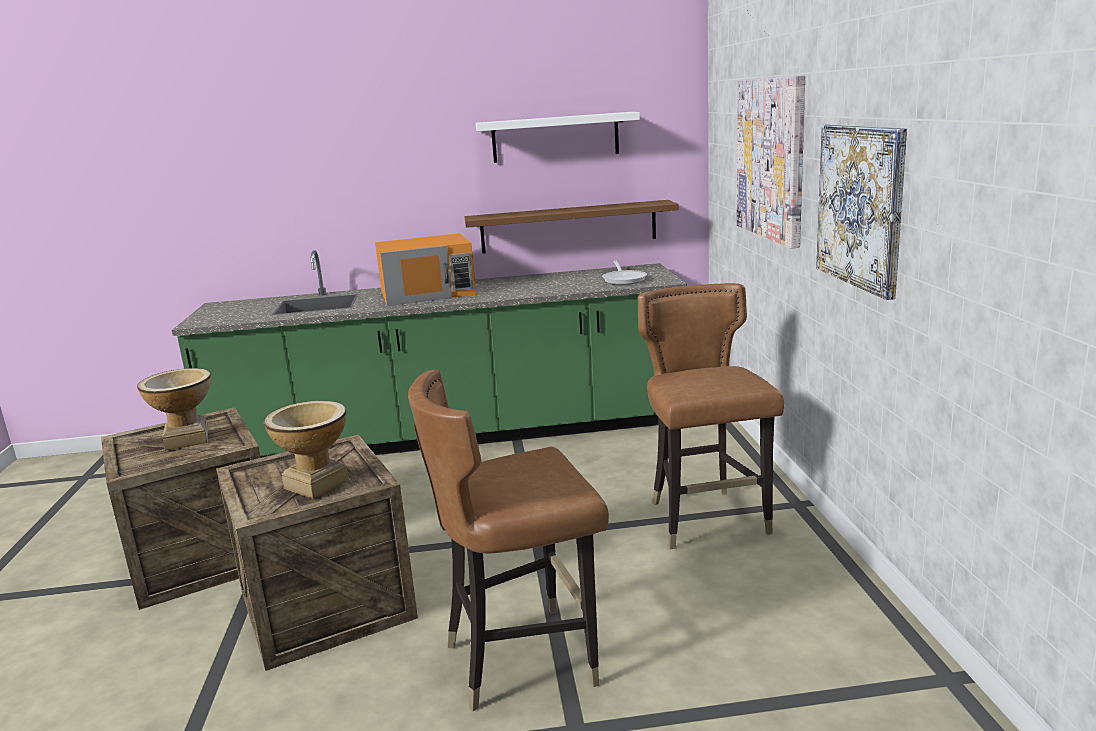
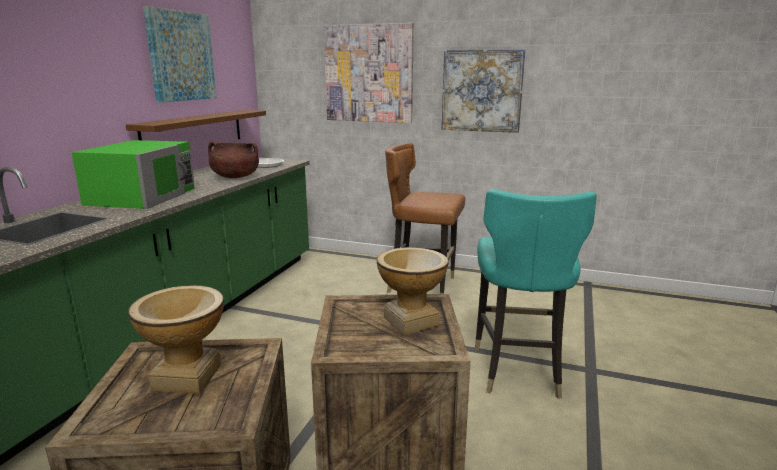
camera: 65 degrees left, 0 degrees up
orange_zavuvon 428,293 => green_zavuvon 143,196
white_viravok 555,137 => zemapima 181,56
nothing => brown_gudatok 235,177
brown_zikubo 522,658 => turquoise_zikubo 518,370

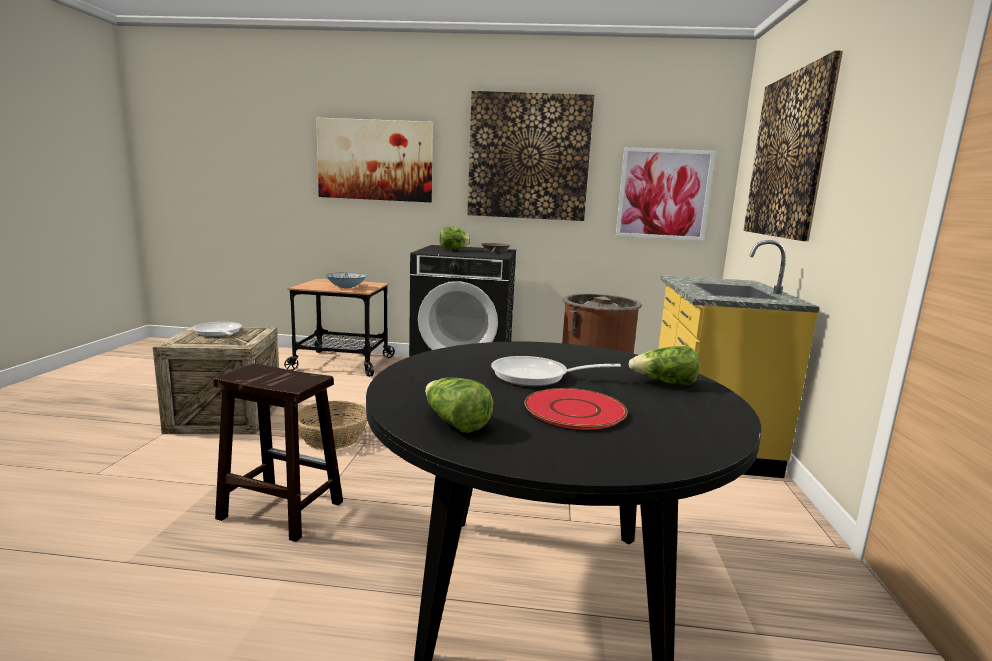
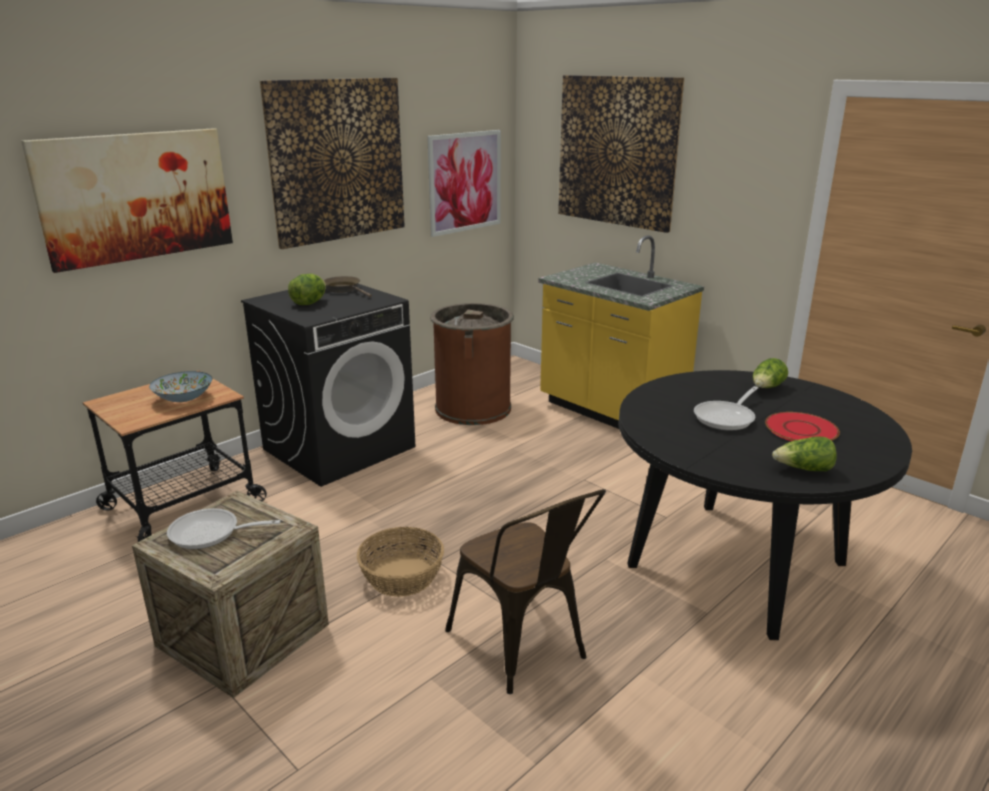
camera: 50 degrees left, 10 degrees up
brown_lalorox 279,510 => brown_zikubo 523,648

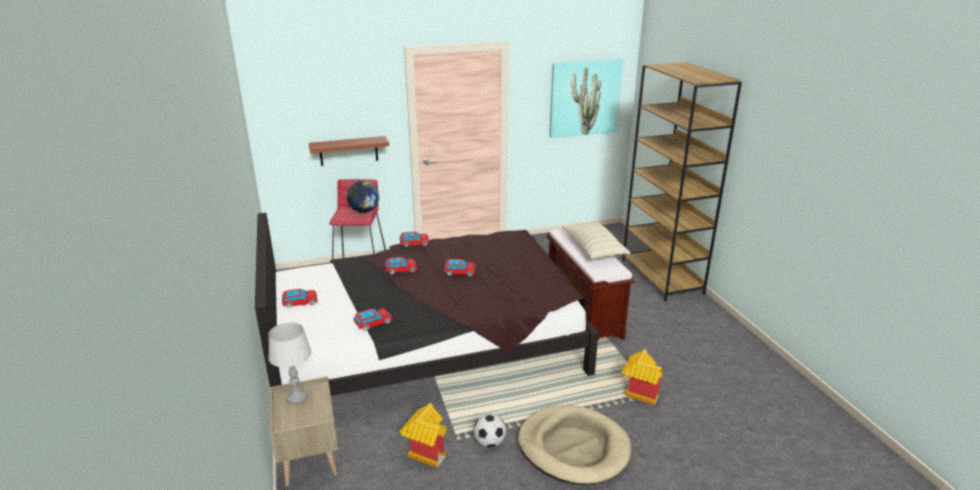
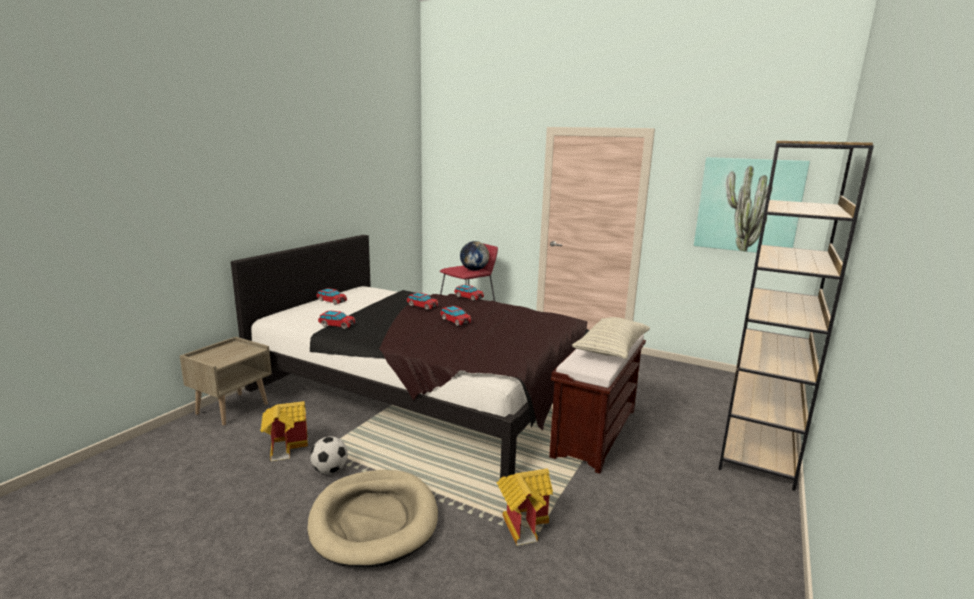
camera: 45 degrees right, 10 degrees down
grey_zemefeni 297,396 => nothing
viravok 348,151 => nothing

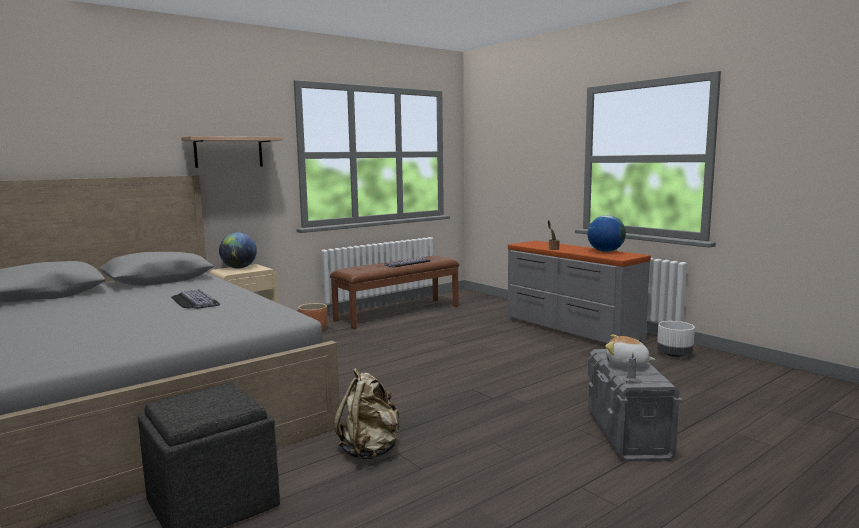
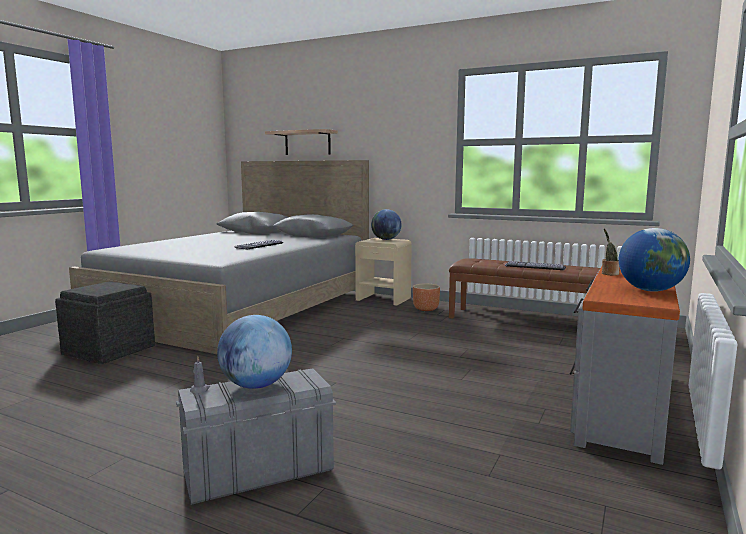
camera: 65 degrees right, 0 degrees up
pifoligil 626,365 => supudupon 256,385
viravok 228,152 => viravok 307,143, move
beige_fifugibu 370,451 => nothing
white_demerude 674,354 => nothing

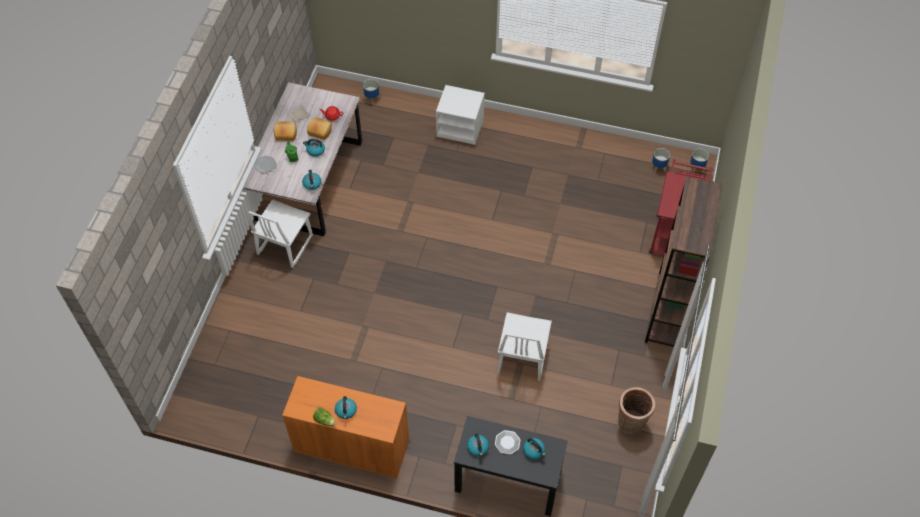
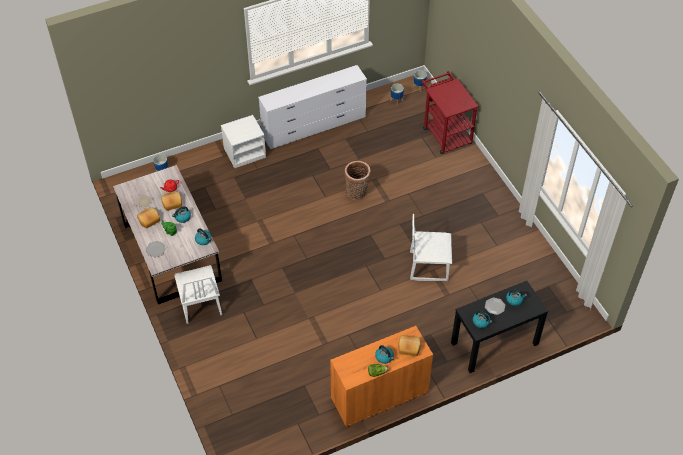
camera: 40 degrees left, 5 degrees down
nothing => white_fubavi 314,126
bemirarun 631,423 => bemirarun 357,193, move
nothing => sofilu 409,347
white_zikubo 522,357 => white_zikubo 428,266, 120 degrees clockwise
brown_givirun 667,313 => nothing

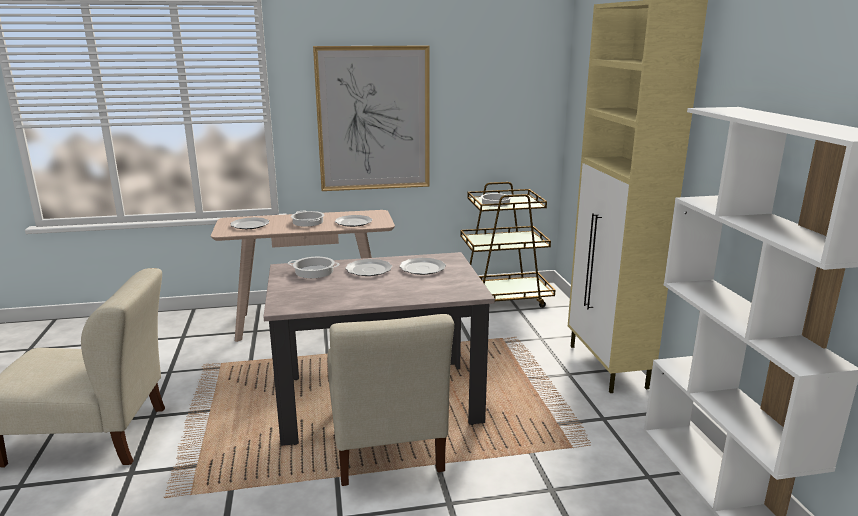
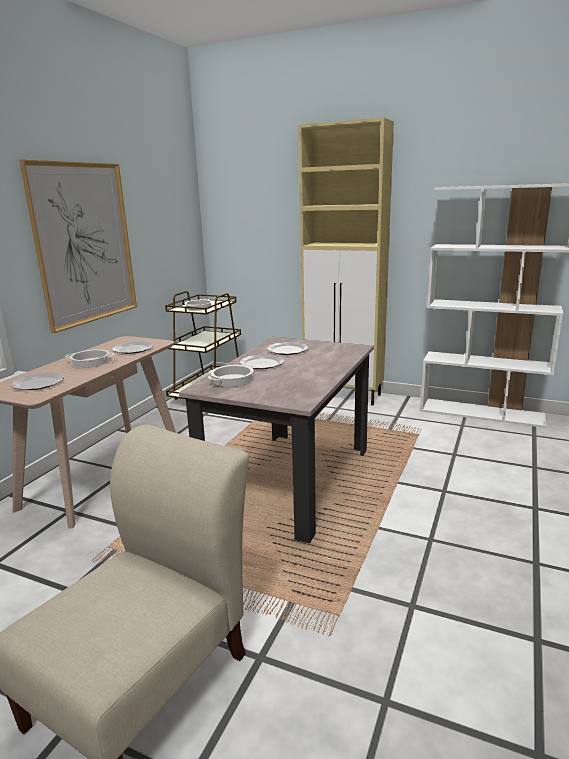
camera: 55 degrees left, 0 degrees up
beige_zikubo 385,444 => nothing

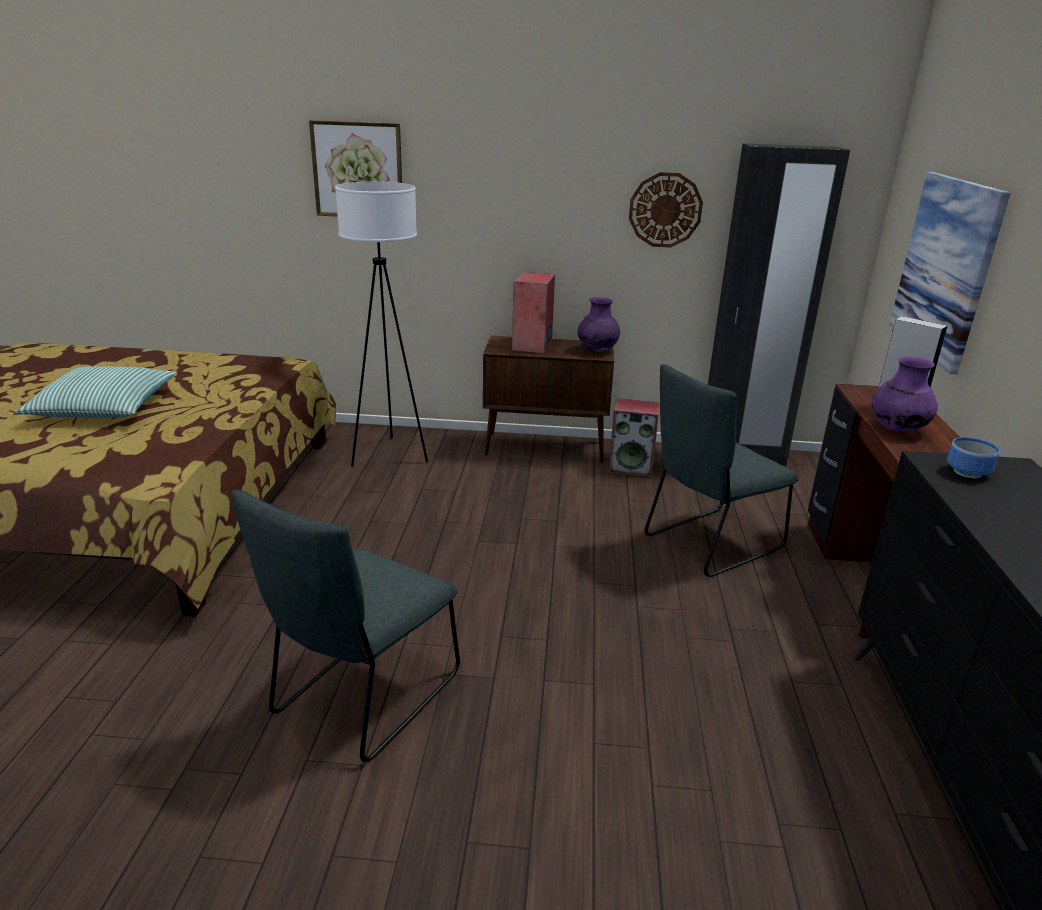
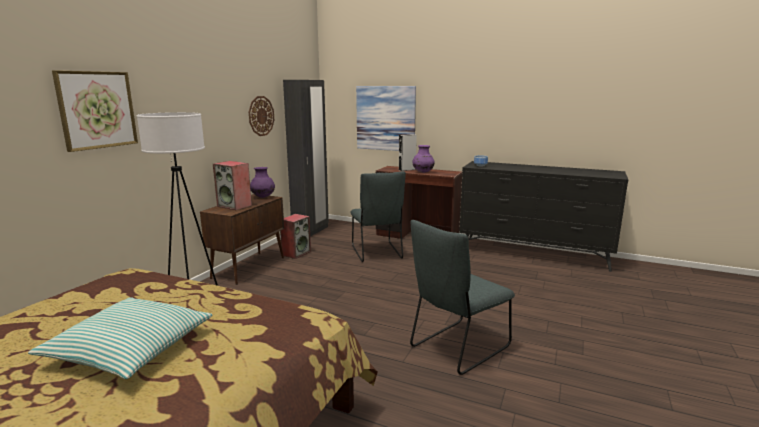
camera: 70 degrees left, 10 degrees down
grey_zikubo 362,698 => grey_zikubo 456,348, 90 degrees clockwise

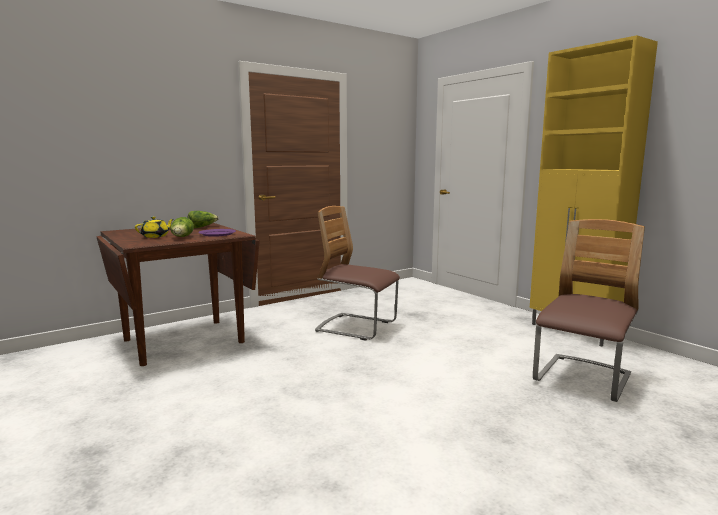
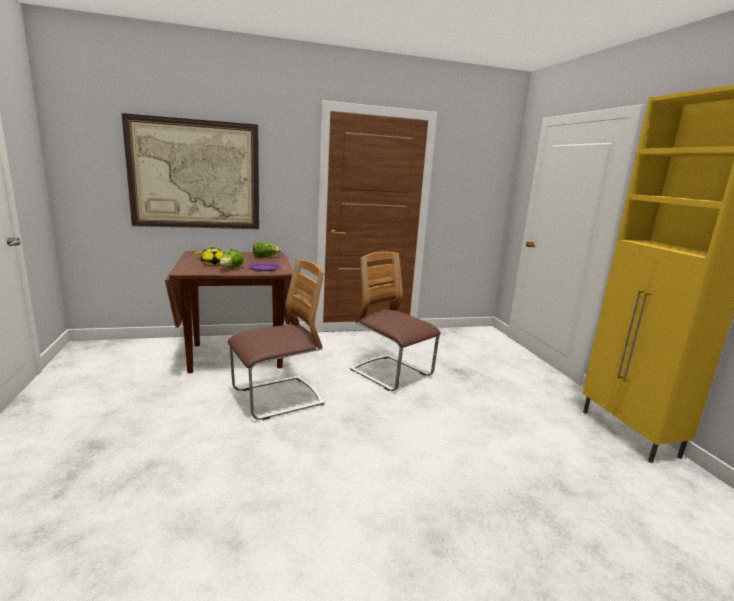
camera: 20 degrees right, 5 degrees up
nothing => zemapima 195,175
zikubo 582,379 => zikubo 277,398, move

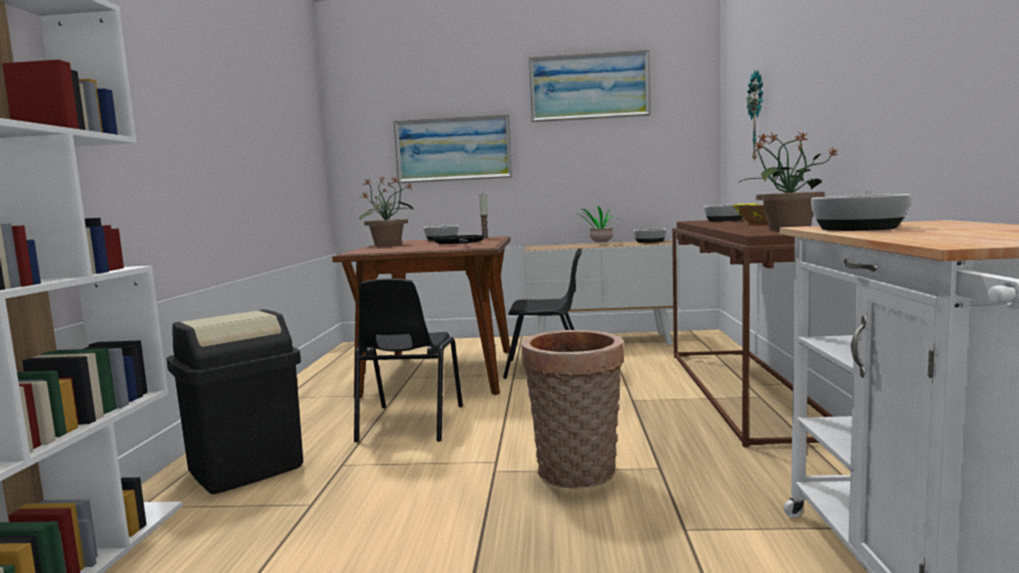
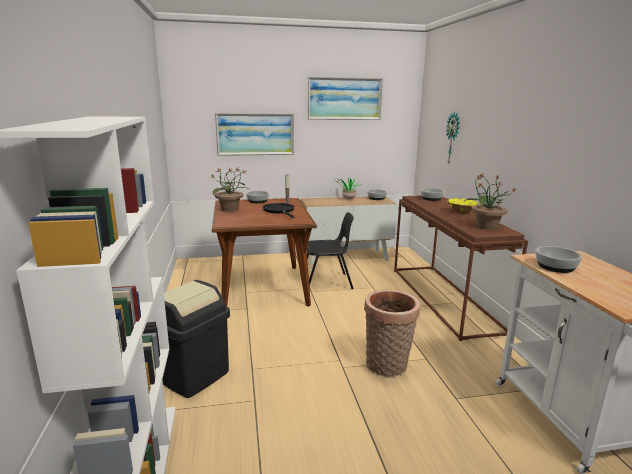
camera: 15 degrees left, 10 degrees up
black_zikubo 409,424 => nothing

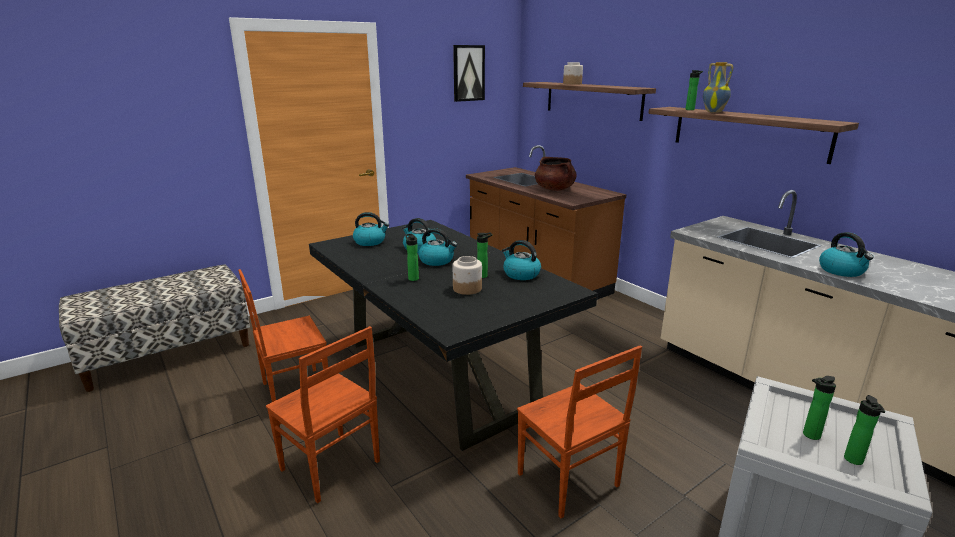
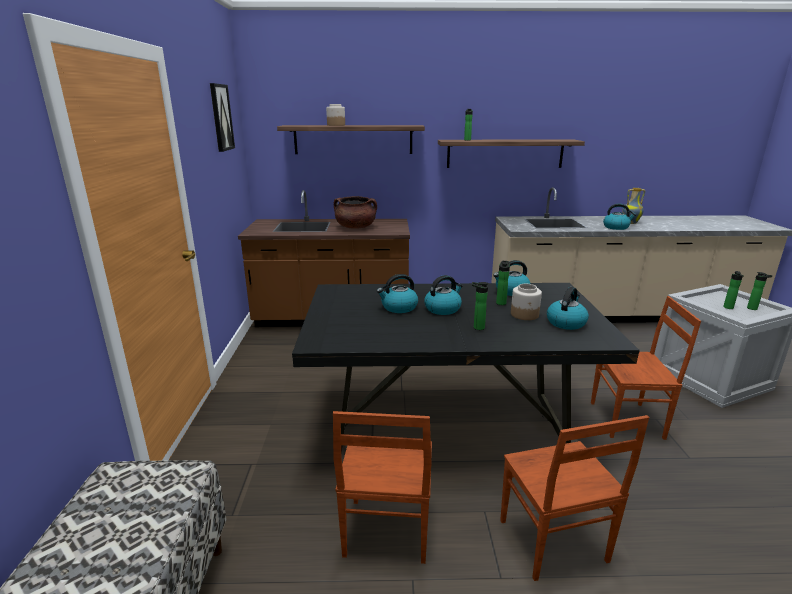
camera: 55 degrees left, 0 degrees up
brown_zikubo 330,467 => brown_zikubo 552,542, 90 degrees clockwise
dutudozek 370,242 => dutudozek 566,322, move
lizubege 714,112 => lizubege 630,223, move

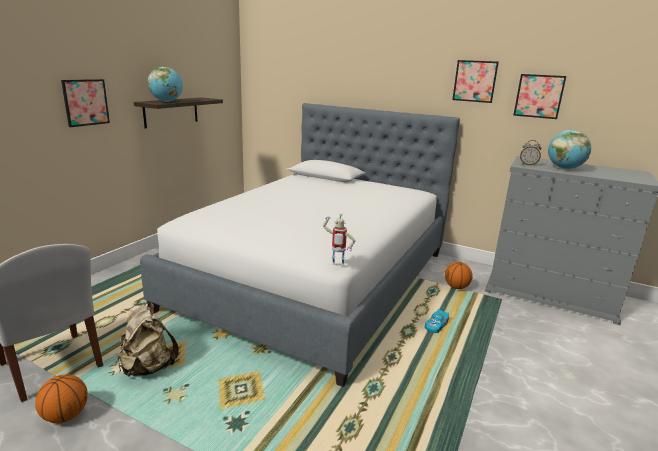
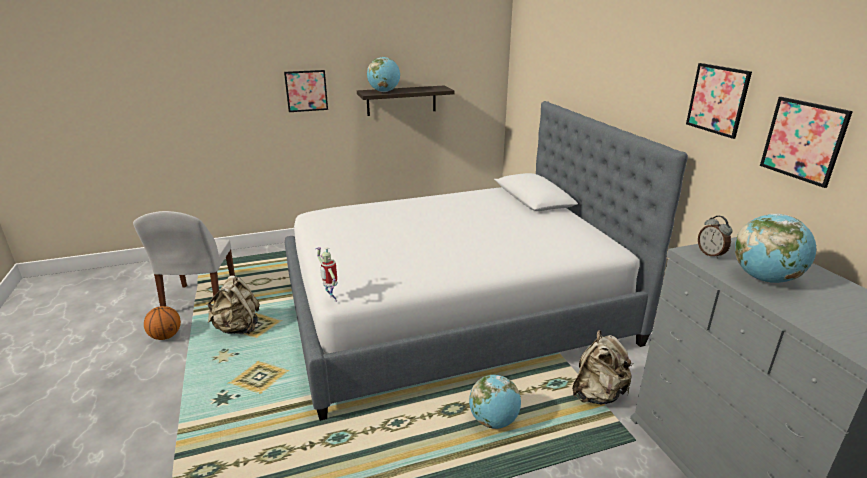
camera: 45 degrees right, 5 degrees up
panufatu 436,325 => supudupon 493,421
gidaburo 456,287 => beige_fifugibu 598,394

